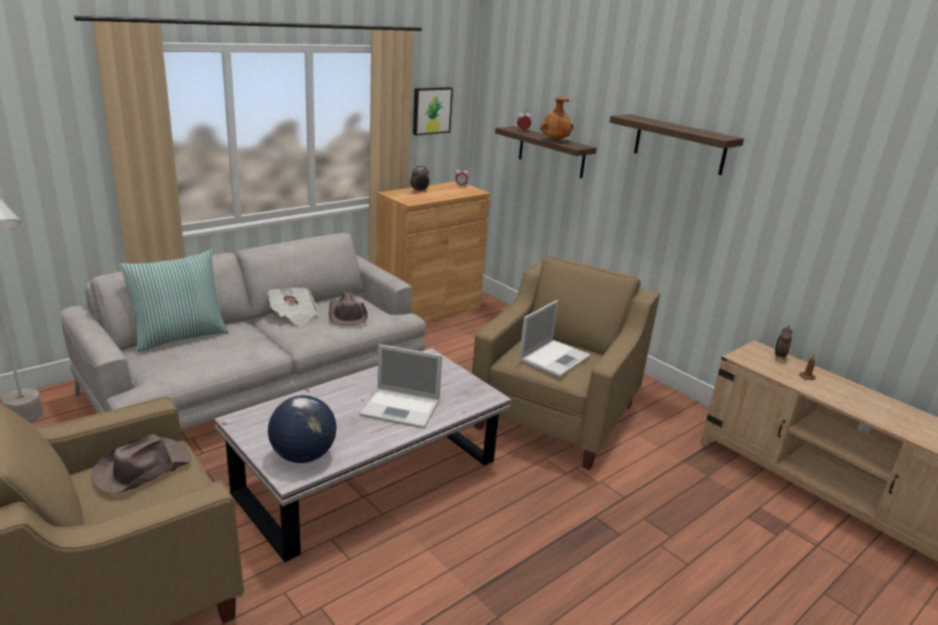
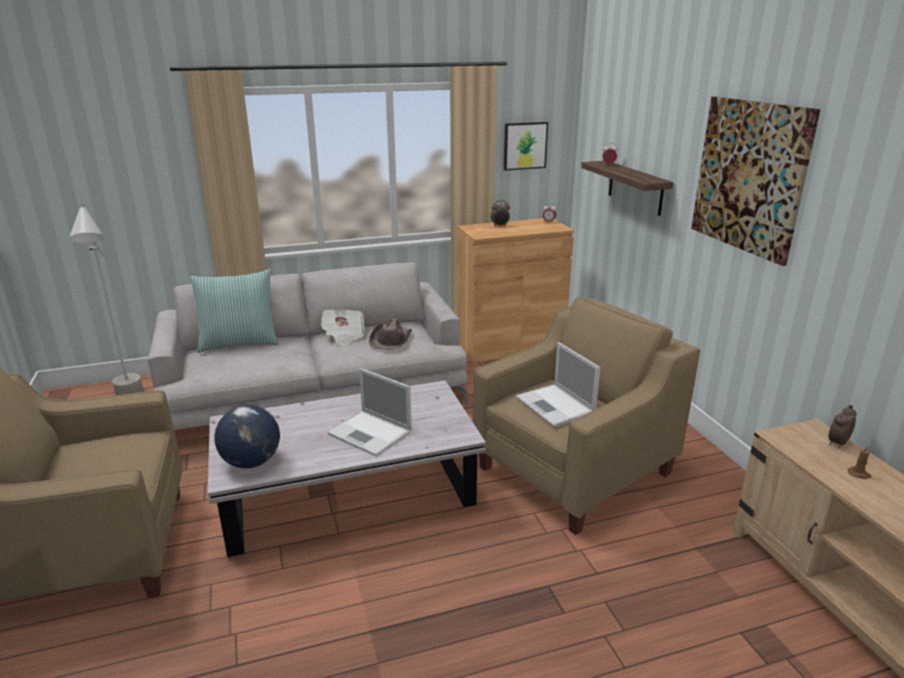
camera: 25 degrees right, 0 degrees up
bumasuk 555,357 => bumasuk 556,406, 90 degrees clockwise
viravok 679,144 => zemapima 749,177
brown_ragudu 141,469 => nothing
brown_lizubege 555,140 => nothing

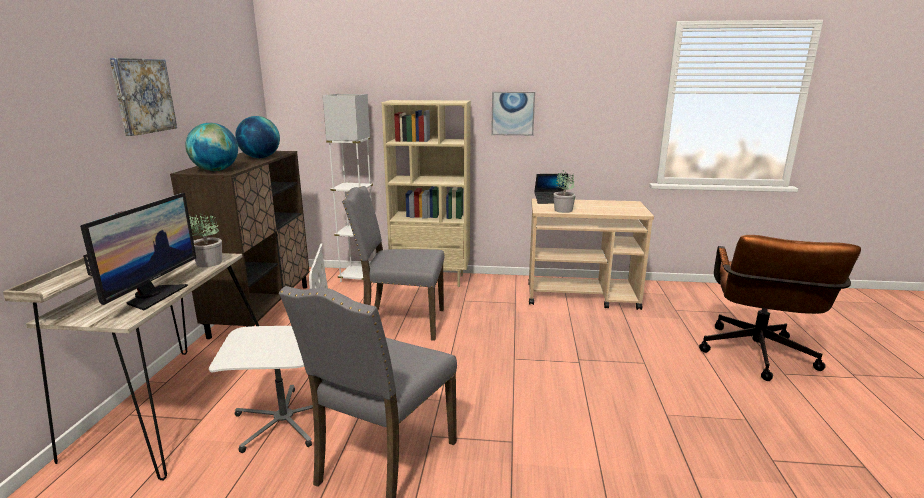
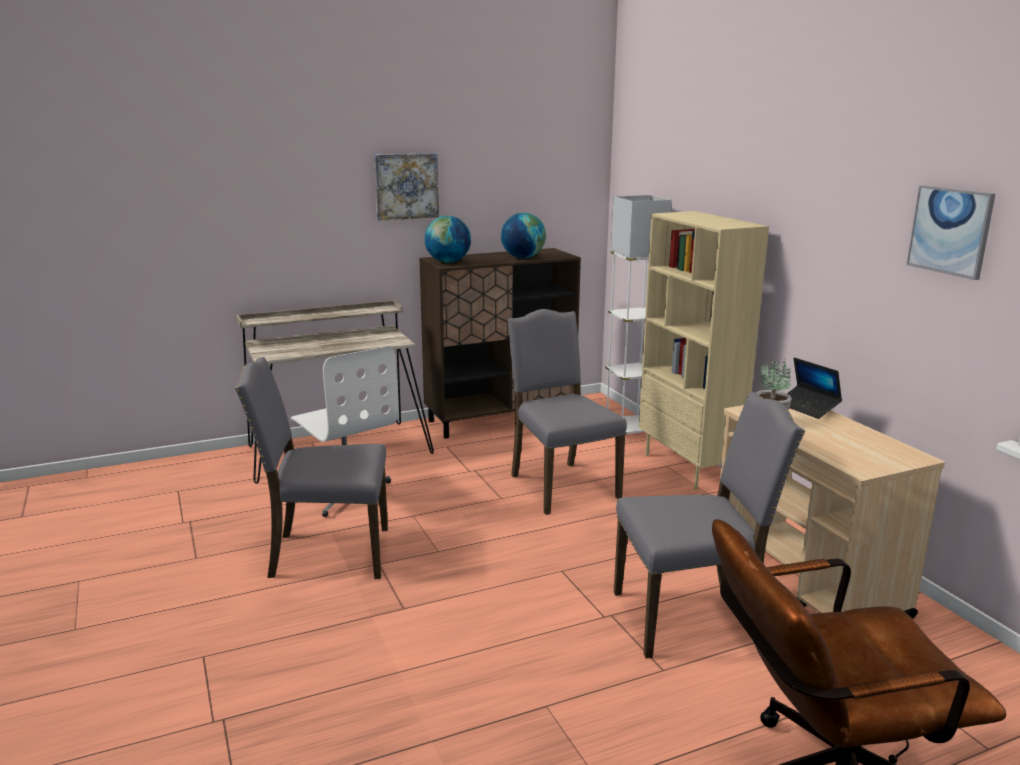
camera: 60 degrees right, 0 degrees up
nothing => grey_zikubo 691,617
zemapima 512,113 => zemapima 950,231, move
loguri 153,296 => nothing
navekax 209,263 => nothing

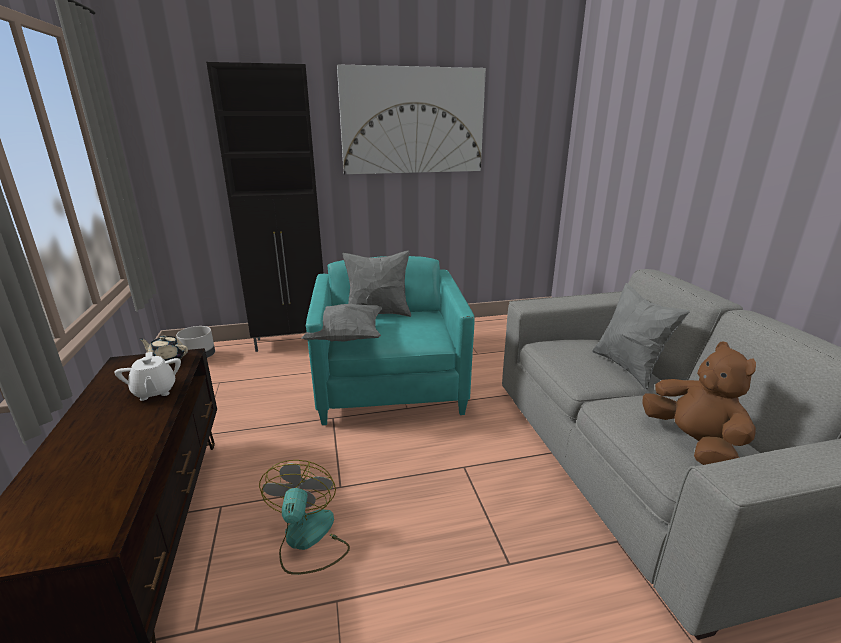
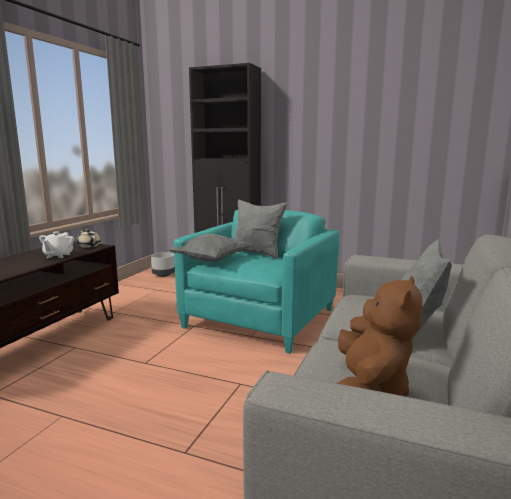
camera: 35 degrees right, 10 degrees down
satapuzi 307,540 => nothing
zemapima 413,121 => nothing

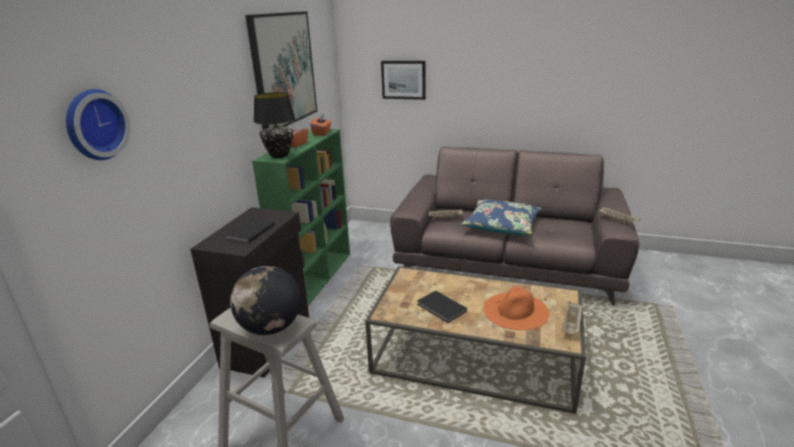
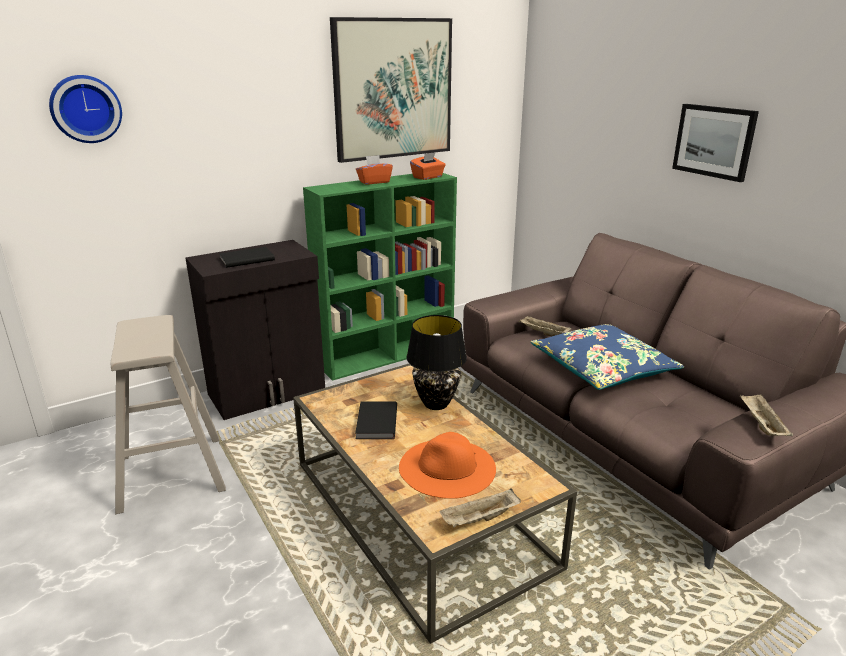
camera: 40 degrees right, 0 degrees up
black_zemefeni 279,155 => black_zemefeni 436,403, move
zemapima 403,79 => zemapima 714,141, move
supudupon 270,327 => nothing

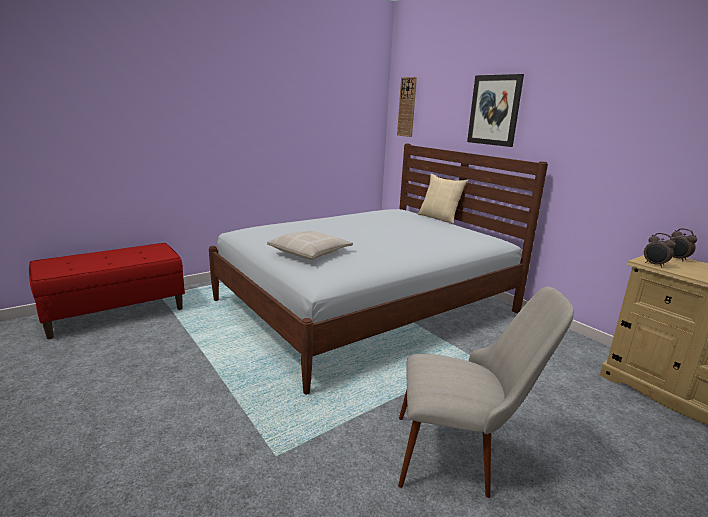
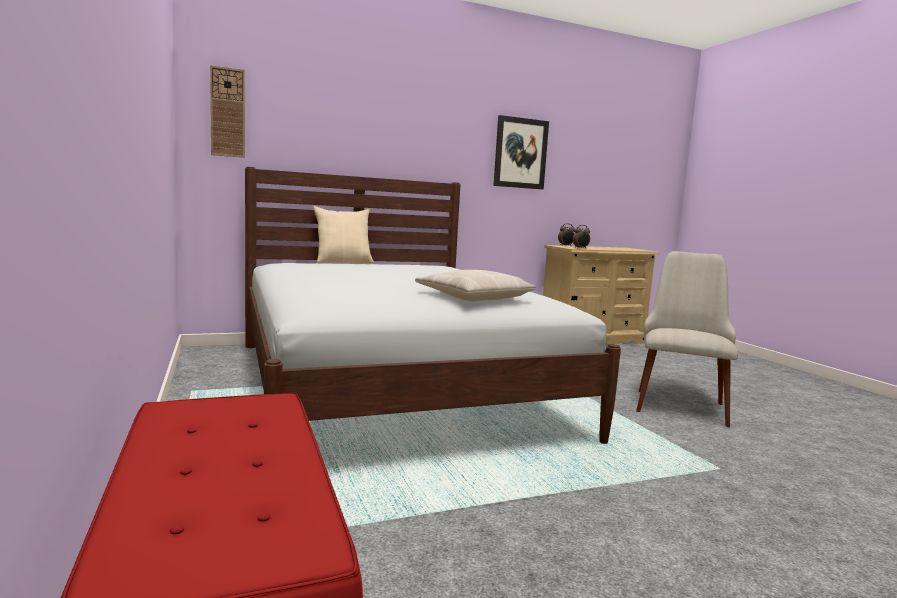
camera: 75 degrees left, 10 degrees down
zemapima 494,110 => zemapima 520,153, move

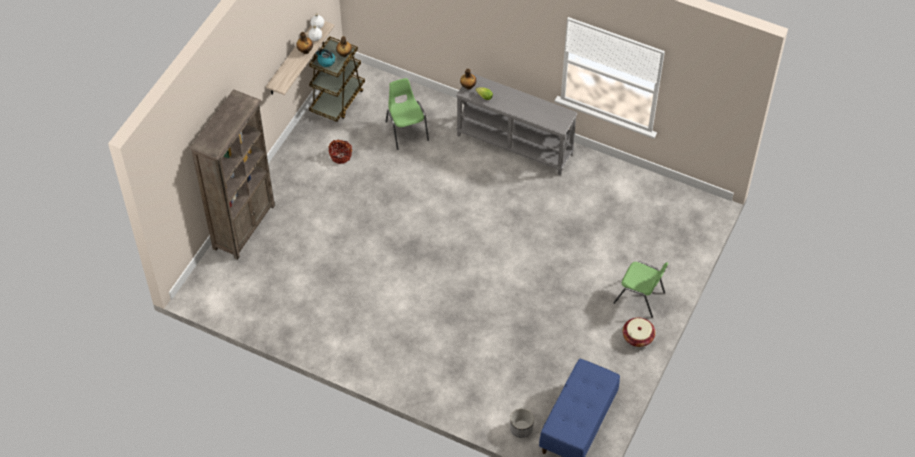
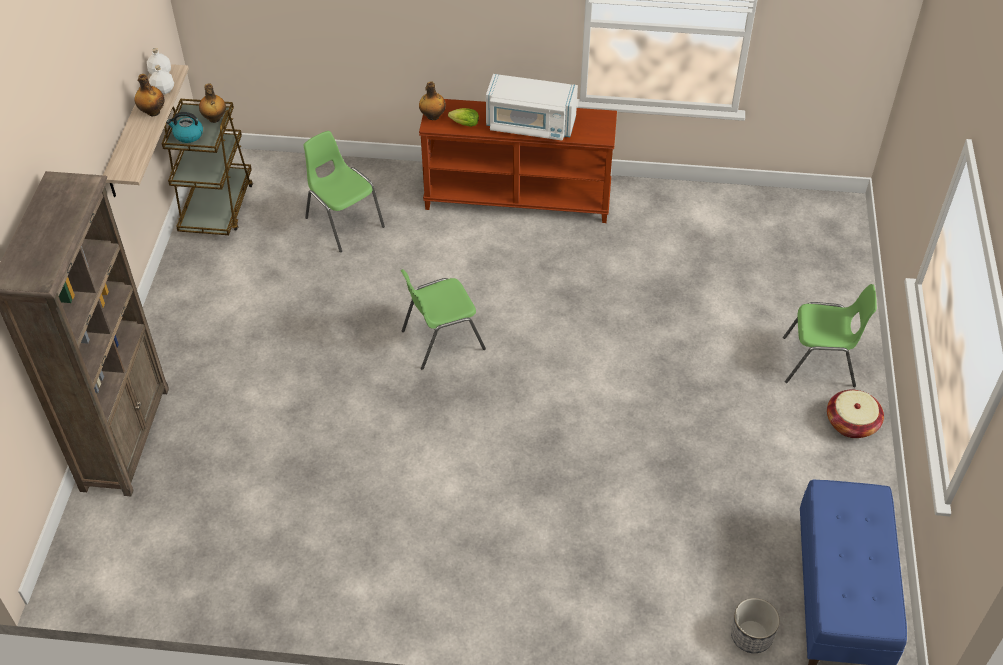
camera: 20 degrees left, 5 degrees down
nothing => green_zikubo 441,339
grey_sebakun 515,144 => brown_sebakun 518,198
nothing => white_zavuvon 530,125
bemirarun 340,156 => nothing

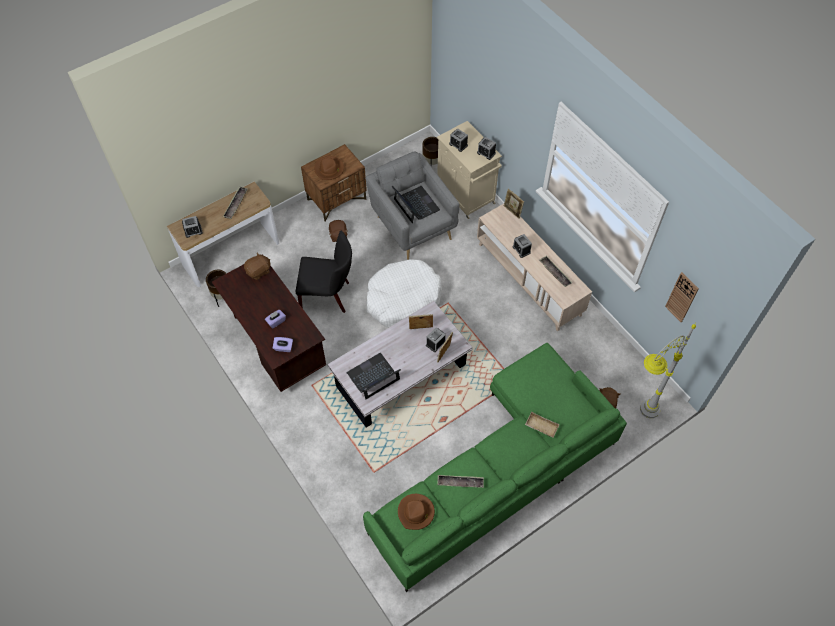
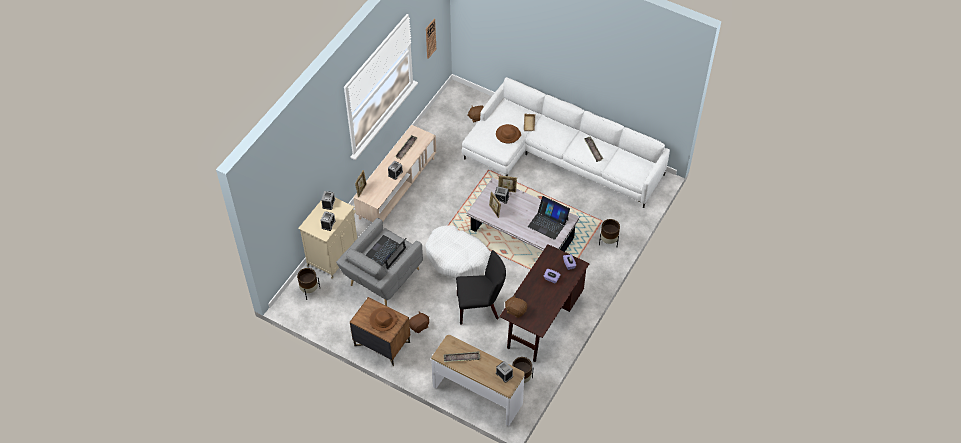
camera: 115 degrees left, 5 degrees down
black_zikubo 328,296 => black_zikubo 480,307, 105 degrees clockwise
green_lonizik 499,470 => white_lonizik 558,156
brown_ragudu 416,512 => brown_ragudu 508,135, move
nothing => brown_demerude 608,242
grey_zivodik 637,418 => nothing

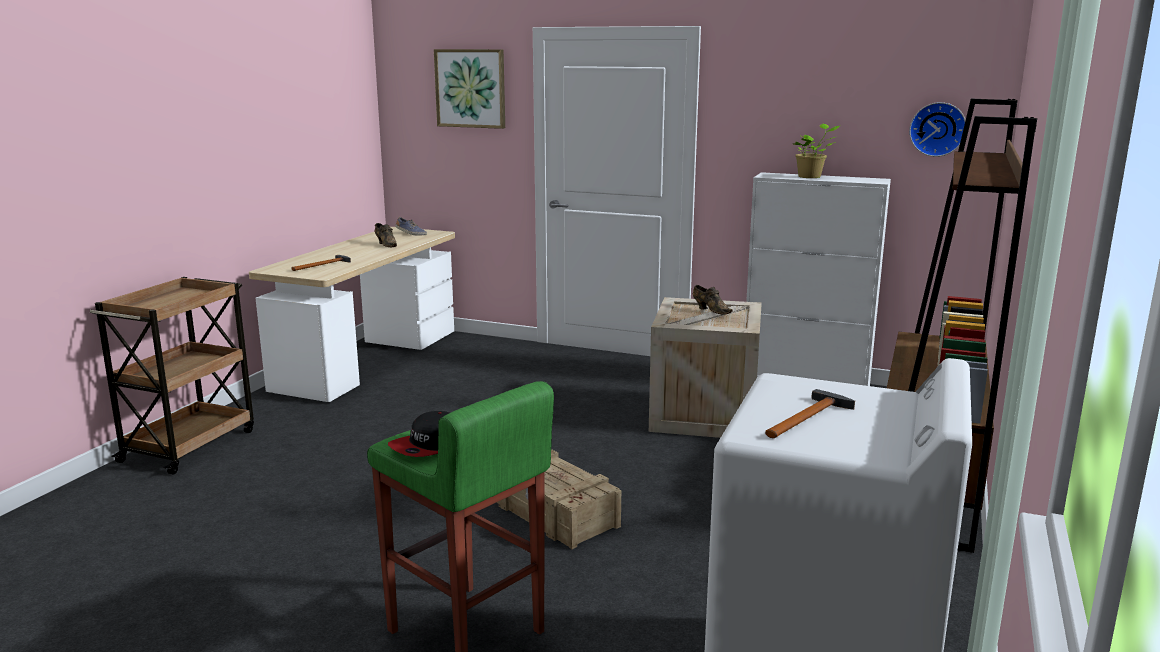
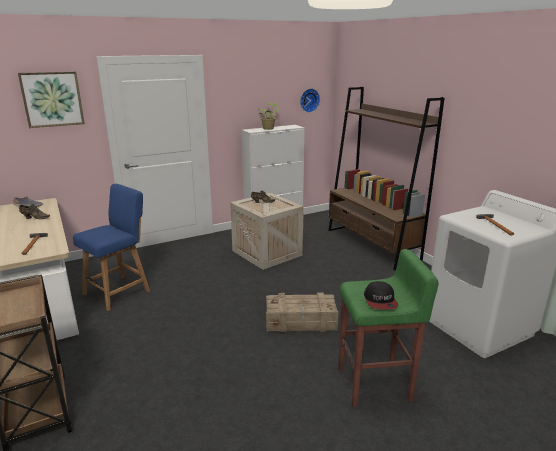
camera: 50 degrees left, 5 degrees up
nothing => blue_zikubo 119,291

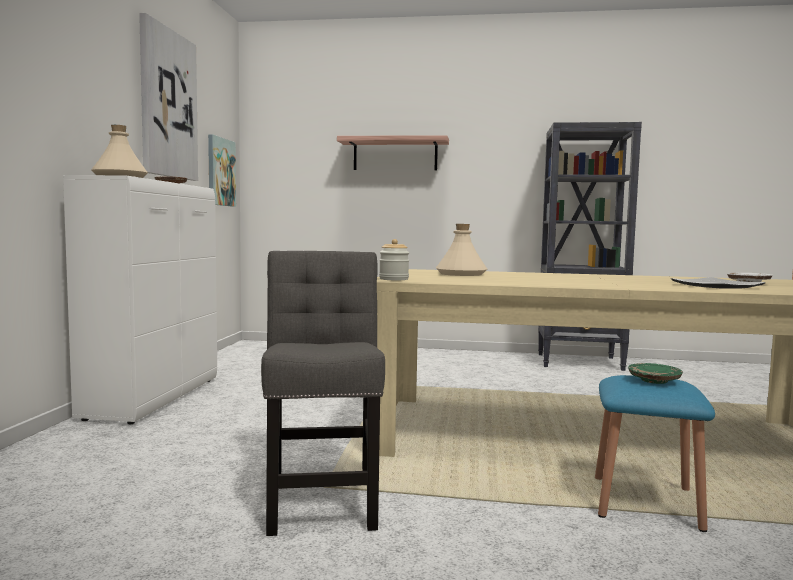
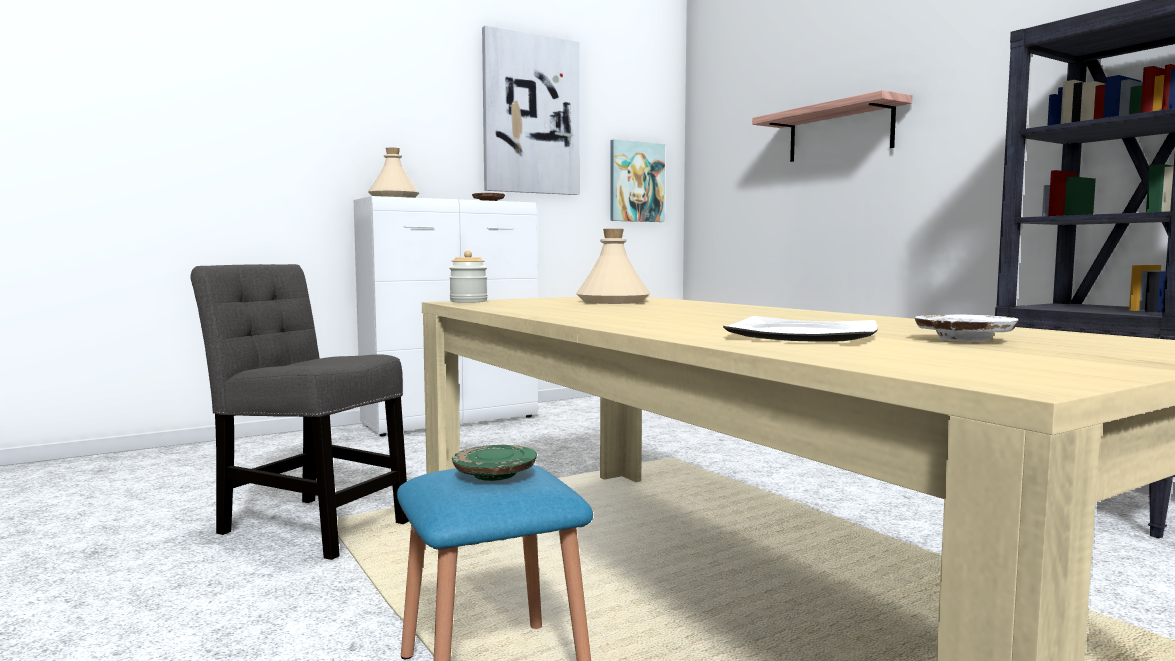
camera: 50 degrees right, 0 degrees up
grey_zikubo 322,494 => grey_zikubo 309,525, 105 degrees counterclockwise

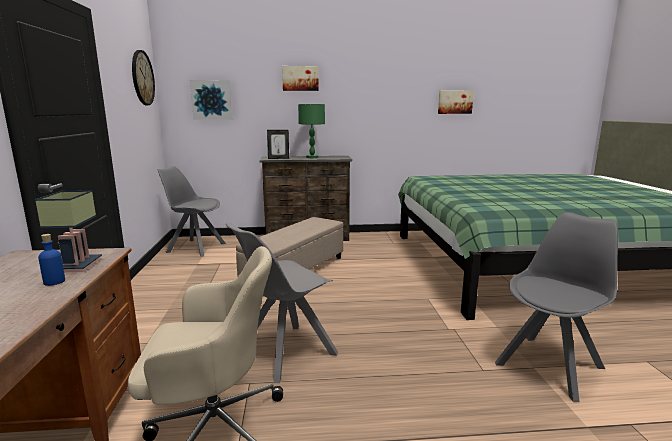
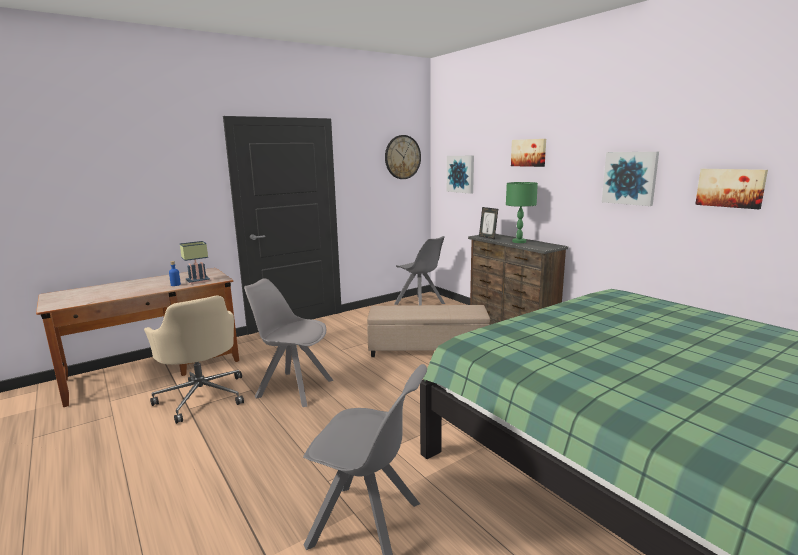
camera: 60 degrees right, 0 degrees up
grey_zikubo 195,248 => grey_zikubo 420,304, 150 degrees clockwise
nothing => zemapima 630,178

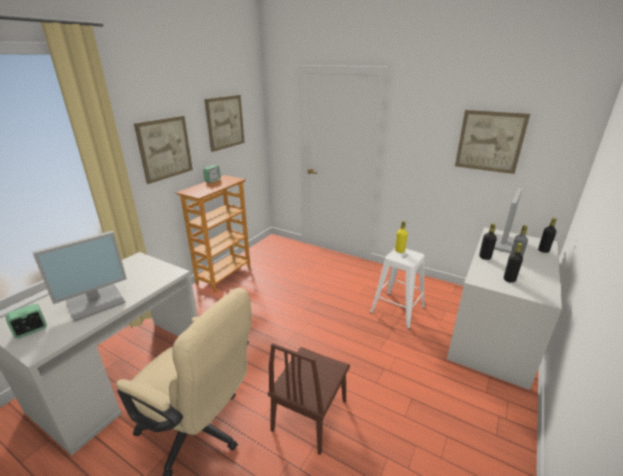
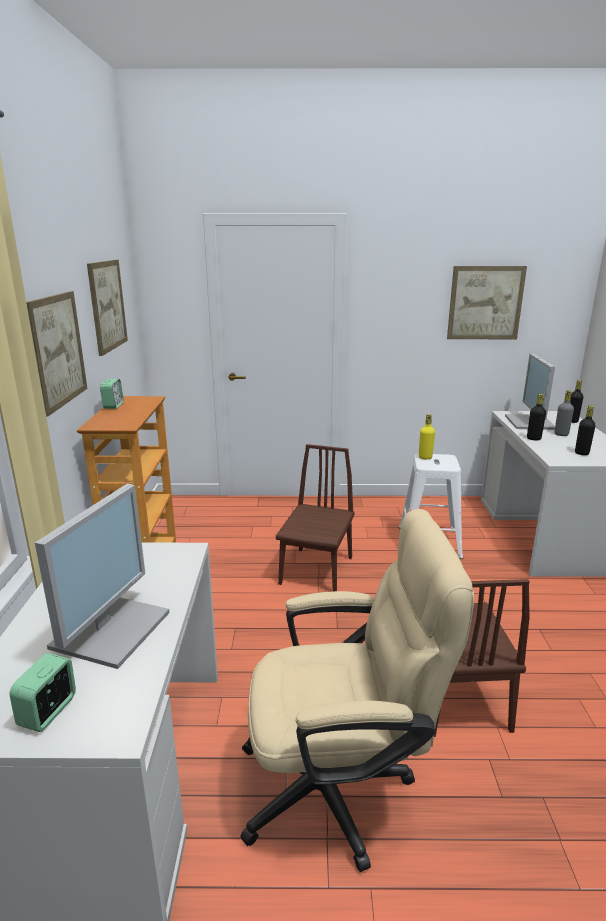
camera: 30 degrees left, 5 degrees down
nothing => brown_zikubo 316,570

